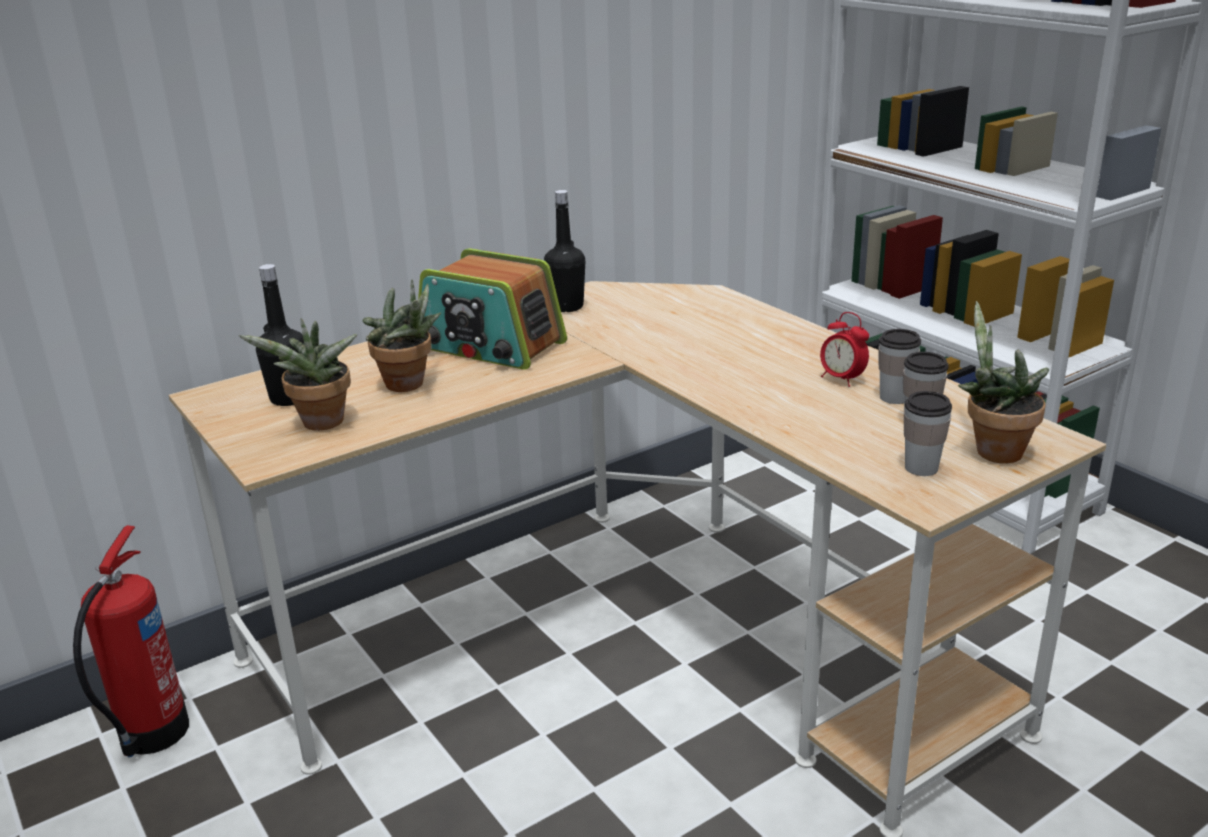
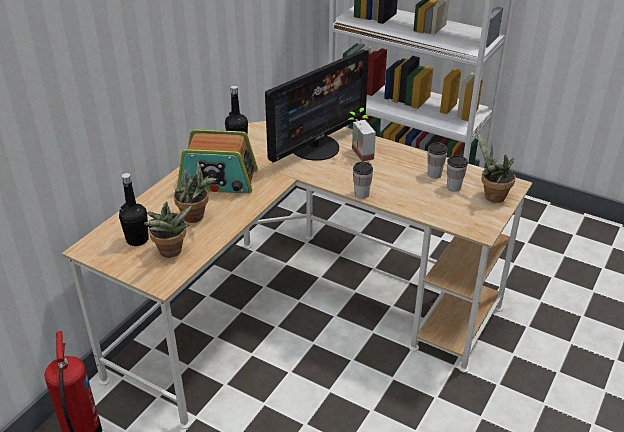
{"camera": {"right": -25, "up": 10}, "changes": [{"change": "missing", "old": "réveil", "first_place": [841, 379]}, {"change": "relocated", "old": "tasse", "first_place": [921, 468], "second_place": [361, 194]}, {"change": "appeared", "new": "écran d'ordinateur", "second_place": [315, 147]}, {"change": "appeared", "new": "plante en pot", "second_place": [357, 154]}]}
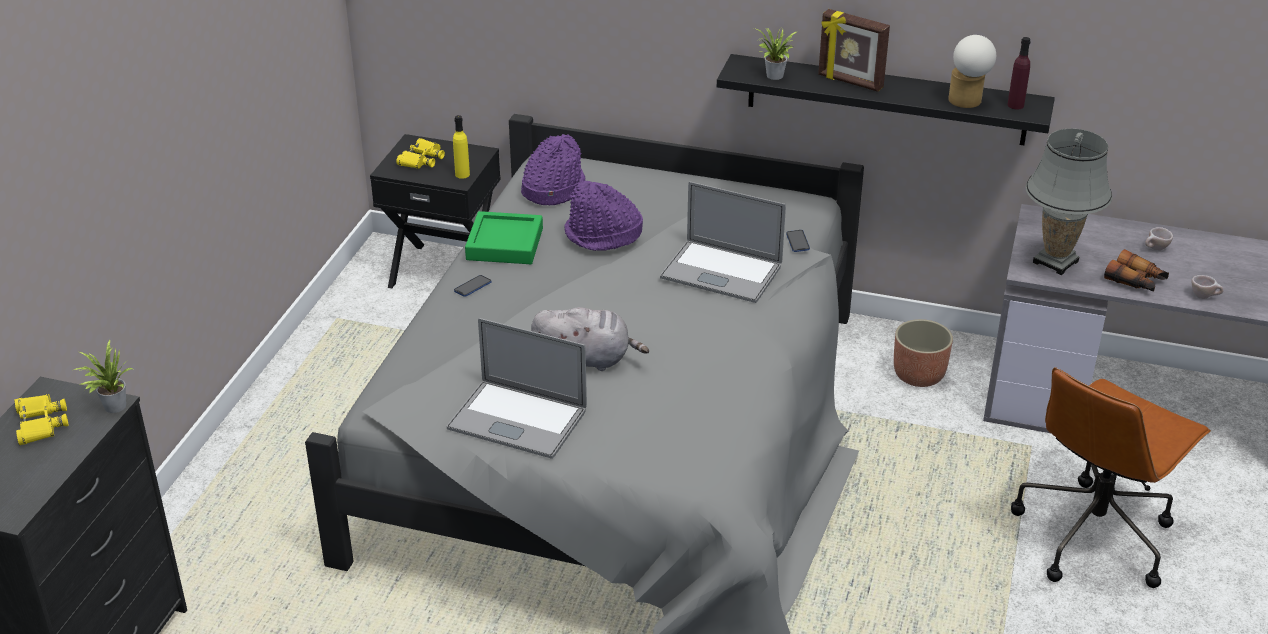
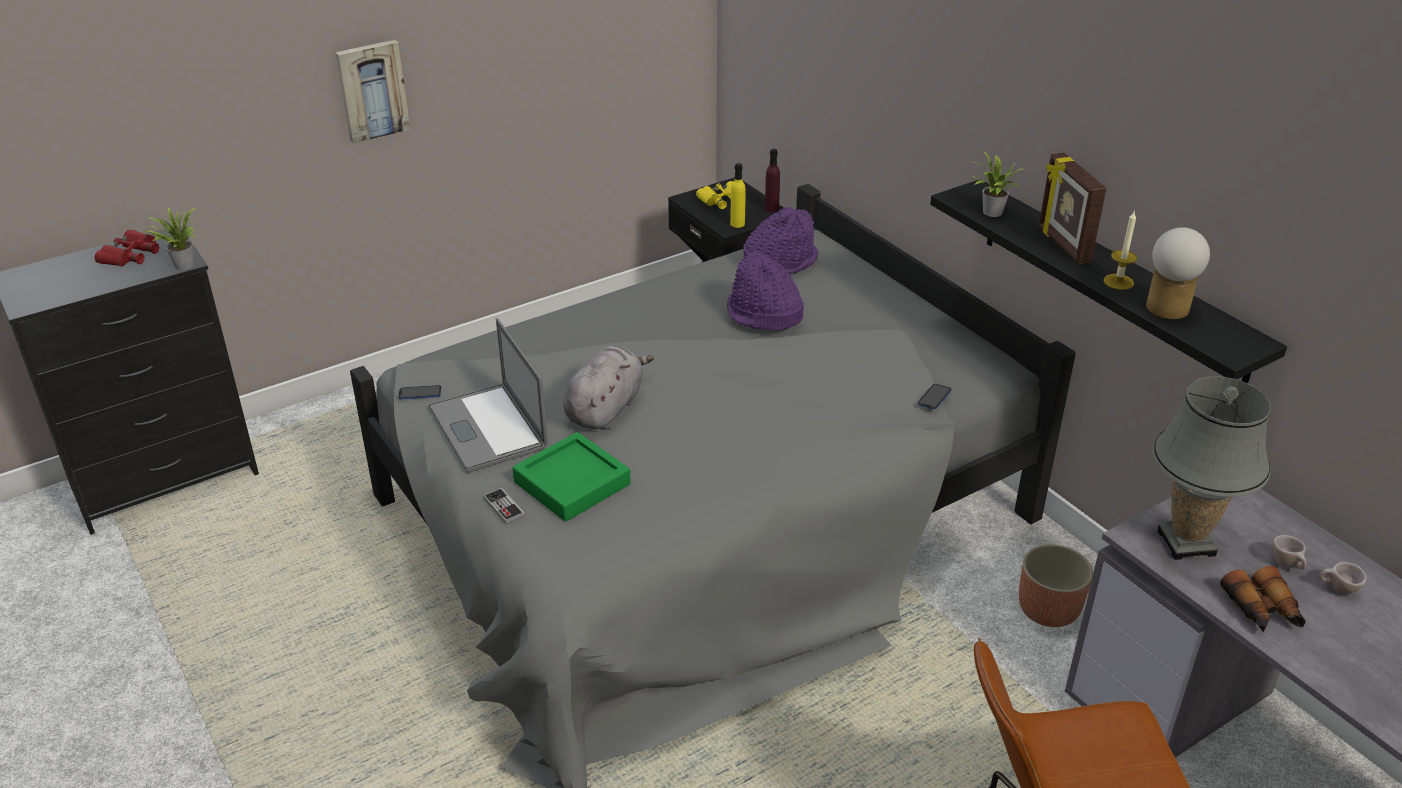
{"camera": {"right": 40, "up": 0}, "changes": [{"change": "relocated", "old": "bouteille (violet)", "first_place": [1015, 105], "second_place": [771, 208]}, {"change": "missing", "old": "ordinateur portable", "first_place": [721, 272]}, {"change": "relocated", "old": "plateau (vert)", "first_place": [505, 244], "second_place": [572, 483]}, {"change": "relocated", "old": "téléphone", "first_place": [472, 287], "second_place": [420, 393]}, {"change": "relocated", "old": "tasse (beige)", "first_place": [1204, 297], "second_place": [1287, 565]}, {"change": "spun", "old": "peluche (gris)", "first_place": [586, 360], "second_place": [606, 408], "degrees": -105}, {"change": "colour", "old": "jumelles (jaune)", "new": "jumelles (rouge)", "first_place": [40, 423], "second_place": [131, 255]}, {"change": "appeared", "new": "tableau", "second_place": [372, 90]}, {"change": "appeared", "new": "bougie", "second_place": [1118, 282]}, {"change": "appeared", "new": "manette", "second_place": [504, 507]}]}
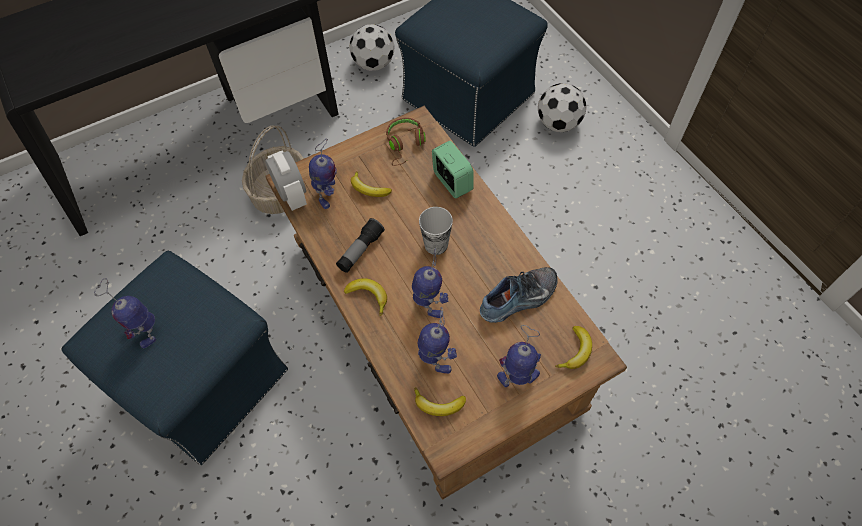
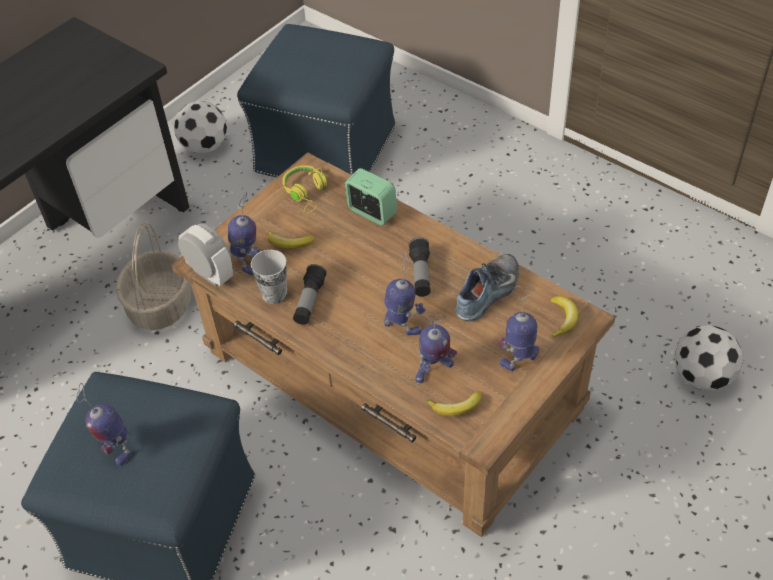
{"camera": {"right": -20, "up": -10}, "changes": [{"change": "relocated", "old": "ballon de foot", "first_place": [557, 124], "second_place": [701, 377]}, {"change": "colour", "old": "casque audio (marron)", "new": "casque audio (jaune)", "first_place": [405, 145], "second_place": [306, 193]}, {"change": "relocated", "old": "tasse", "first_place": [436, 244], "second_place": [274, 294]}, {"change": "missing", "old": "banane", "first_place": [368, 296]}, {"change": "spun", "old": "robot jouet", "first_place": [435, 359], "second_place": [433, 370], "degrees": 120}, {"change": "appeared", "new": "lampe de poche", "second_place": [420, 274]}]}
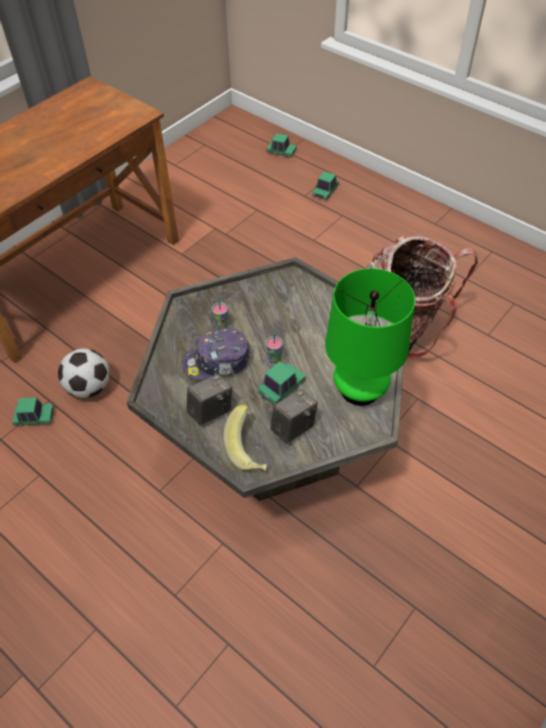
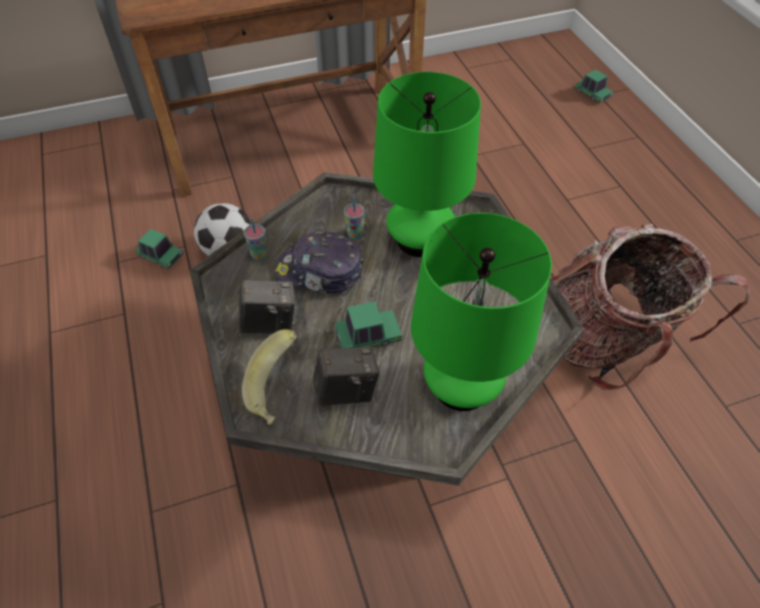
{"camera": {"right": 30, "up": 0}, "changes": [{"change": "missing", "old": "petite voiture", "first_place": [325, 191]}, {"change": "relocated", "old": "tasse", "first_place": [274, 359], "second_place": [259, 255]}, {"change": "appeared", "new": "lampe de table (vert)", "second_place": [419, 240]}]}
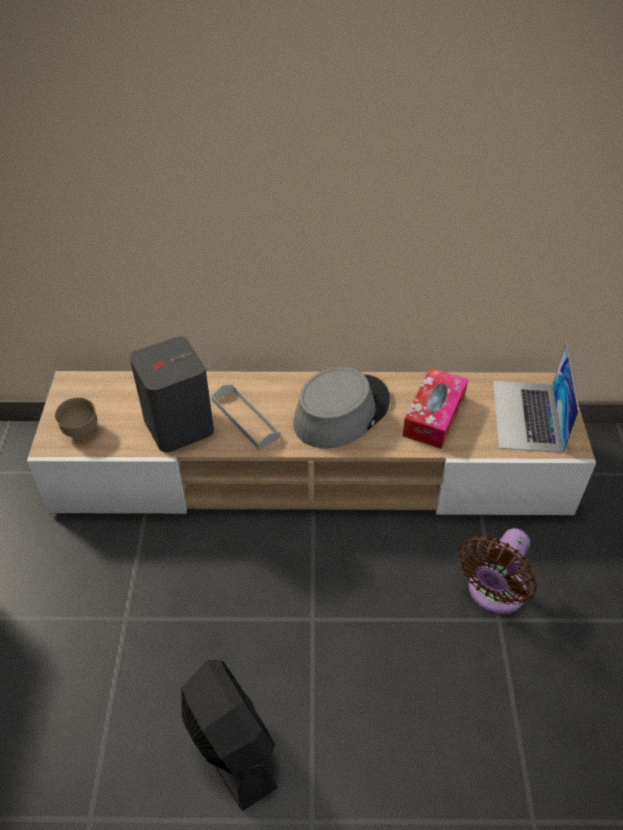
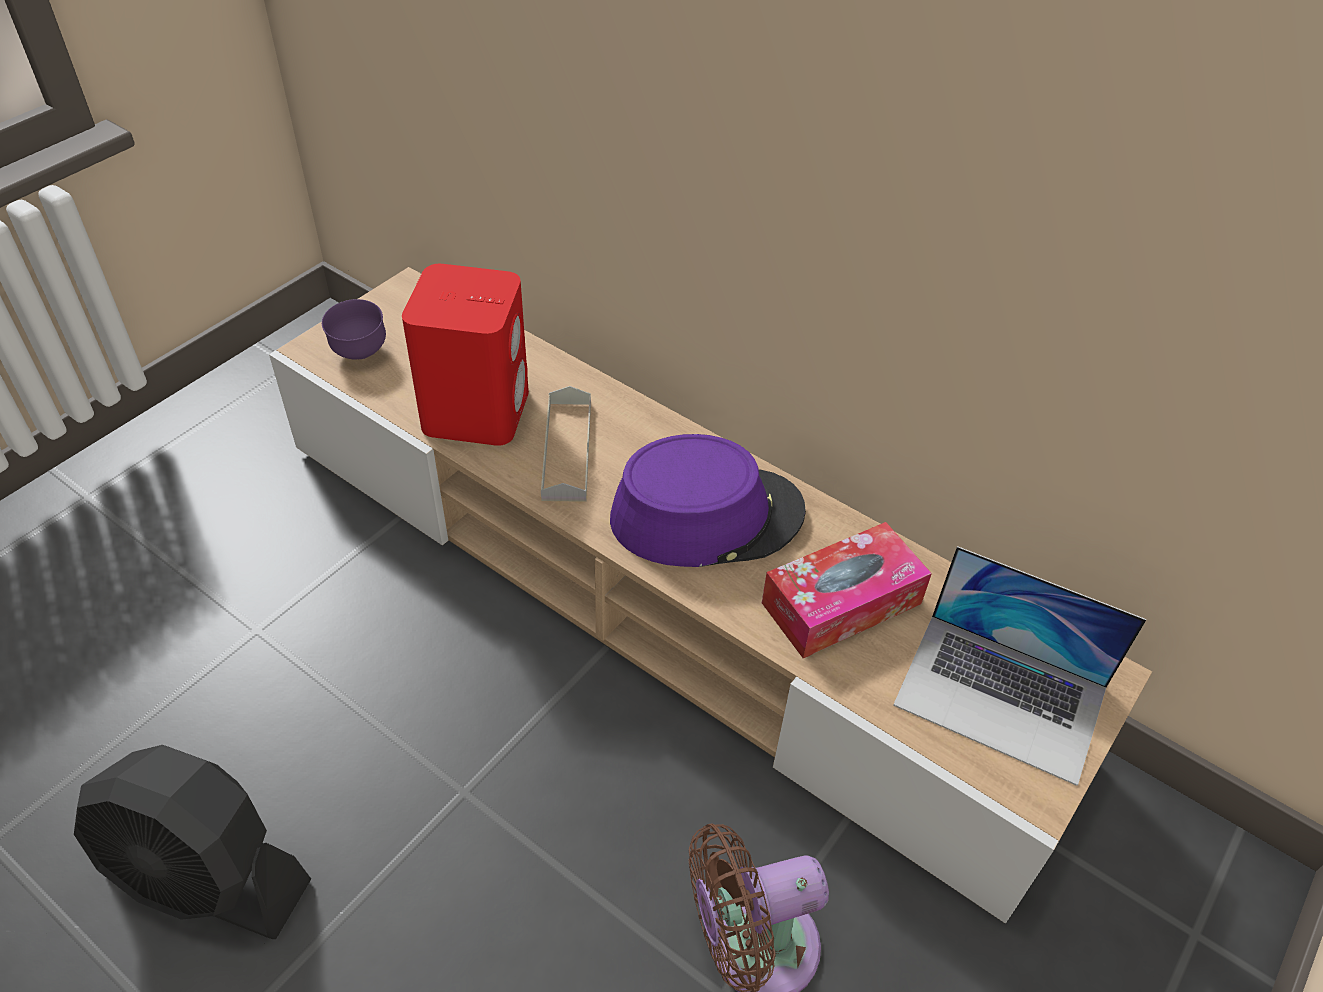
{"camera": {"right": 35, "up": 0}, "changes": [{"change": "colour", "old": "enceinte (gris)", "new": "enceinte (rouge)", "first_place": [178, 425], "second_place": [476, 410]}, {"change": "spun", "old": "ordinateur portable", "first_place": [527, 416], "second_place": [1001, 696], "degrees": -105}, {"change": "colour", "old": "chapeau (gris)", "new": "chapeau (violet)", "first_place": [341, 411], "second_place": [706, 515]}, {"change": "colour", "old": "bol (marron)", "new": "bol (violet)", "first_place": [81, 432], "second_place": [359, 354]}, {"change": "spun", "old": "ventilateur (noir)", "first_place": [229, 745], "second_place": [208, 878], "degrees": 105}]}
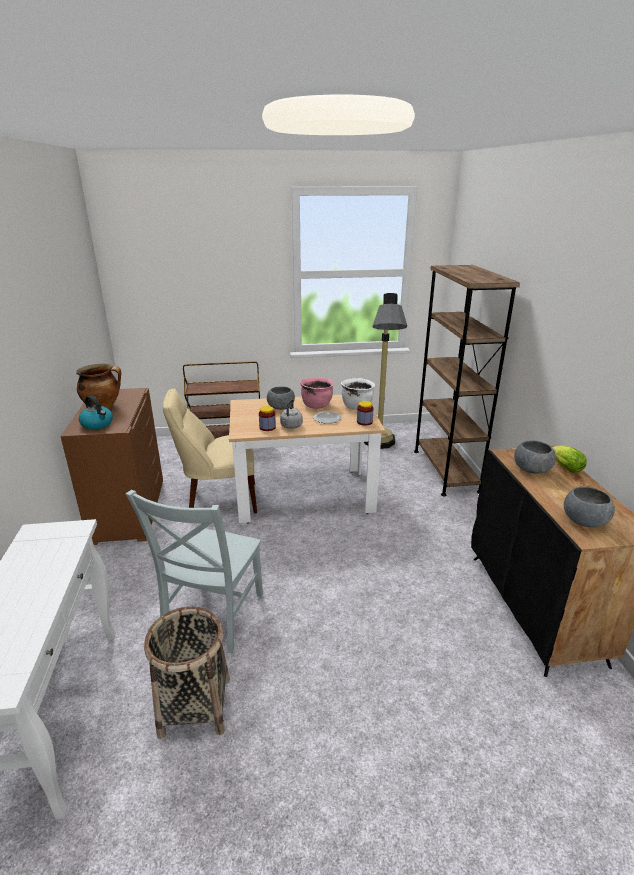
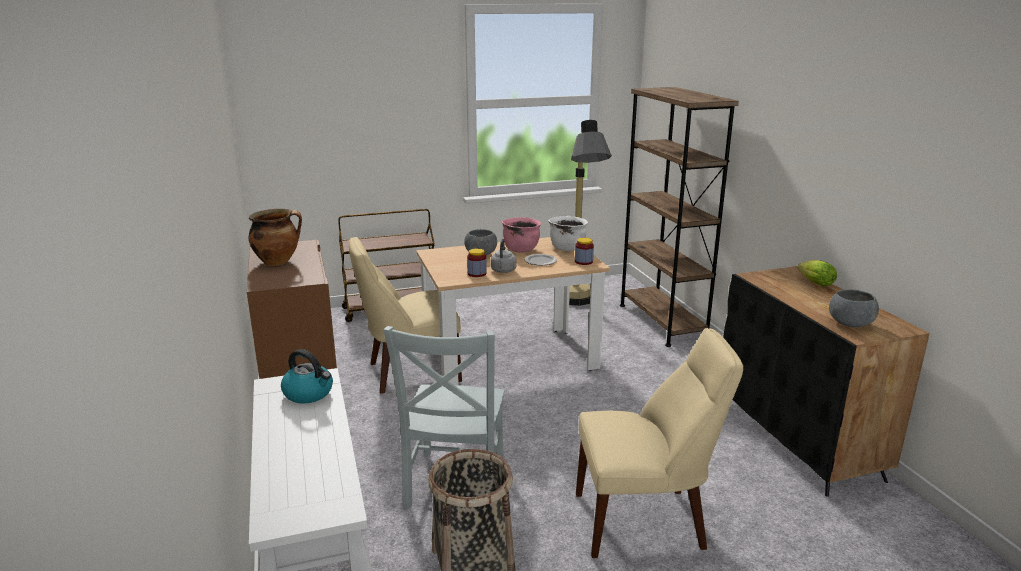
{"camera": {"right": -10, "up": -5}, "changes": [{"change": "relocated", "old": "bouilloire", "first_place": [97, 424], "second_place": [309, 393]}, {"change": "missing", "old": "bol (gris)", "first_place": [532, 469]}, {"change": "appeared", "new": "chaise (beige)", "second_place": [645, 521]}]}
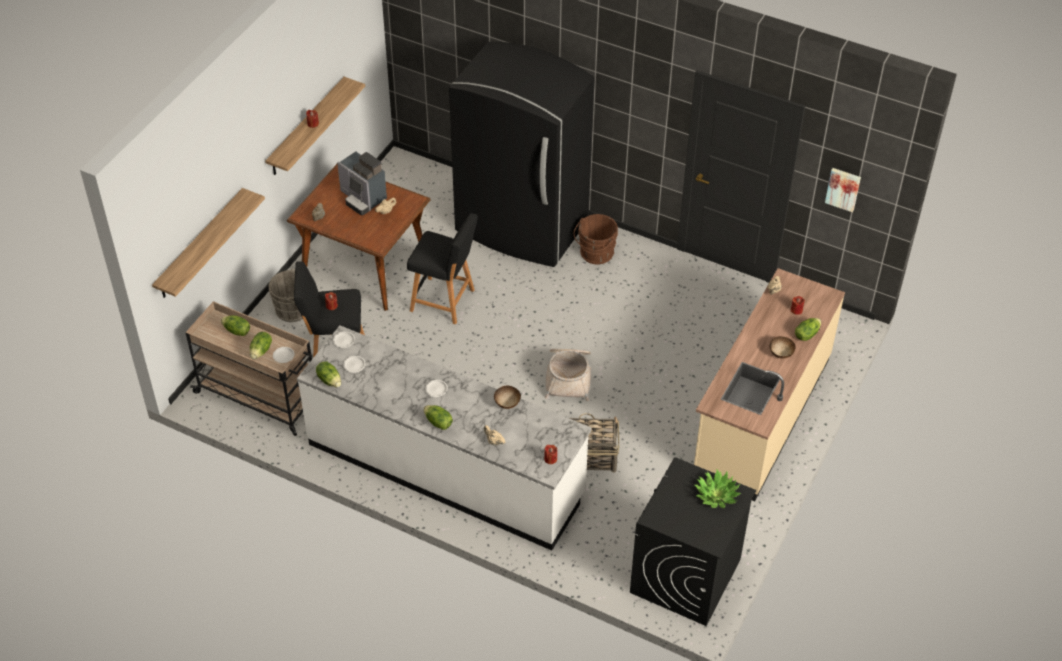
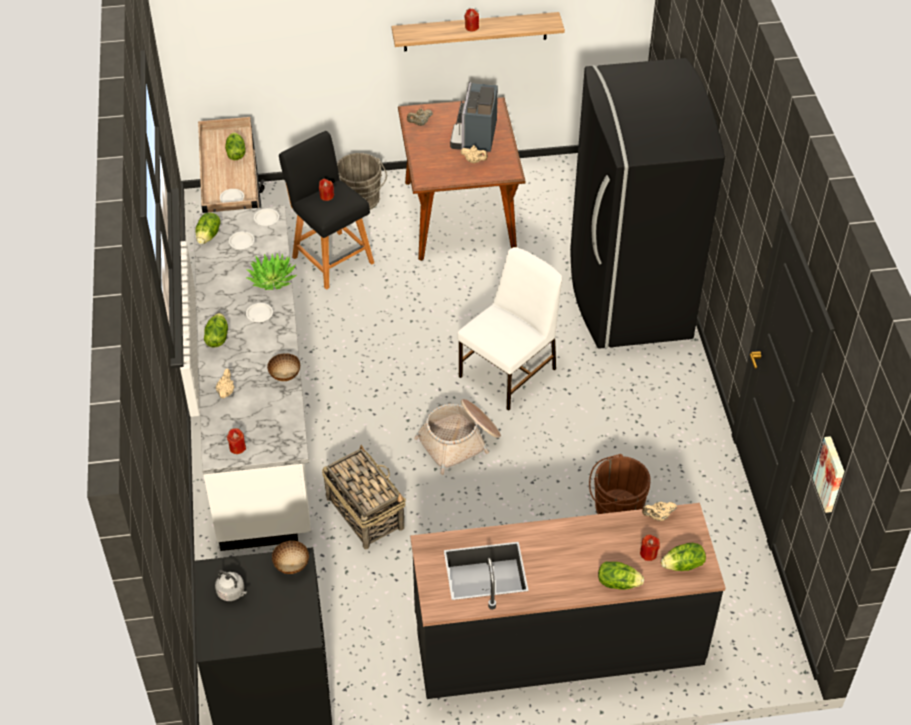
{"camera": {"right": 55, "up": 0}, "changes": [{"change": "missing", "old": "étagère", "first_place": [200, 245]}, {"change": "missing", "old": "tabouret (noir)", "first_place": [445, 301]}, {"change": "relocated", "old": "seau (marron)", "first_place": [595, 254], "second_place": [615, 508]}, {"change": "colour", "old": "comptoir de cuisine (beige)", "new": "comptoir de cuisine (noir)", "first_place": [761, 415], "second_place": [558, 640]}, {"change": "relocated", "old": "laitue", "first_place": [261, 351], "second_place": [683, 565]}, {"change": "relocated", "old": "bol", "first_place": [781, 354], "second_place": [291, 565]}, {"change": "relocated", "old": "plante en pot", "first_place": [716, 495], "second_place": [272, 279]}, {"change": "appeared", "new": "chaise (blanc)", "second_place": [509, 372]}, {"change": "appeared", "new": "bouilloire (gris)", "second_place": [232, 592]}]}
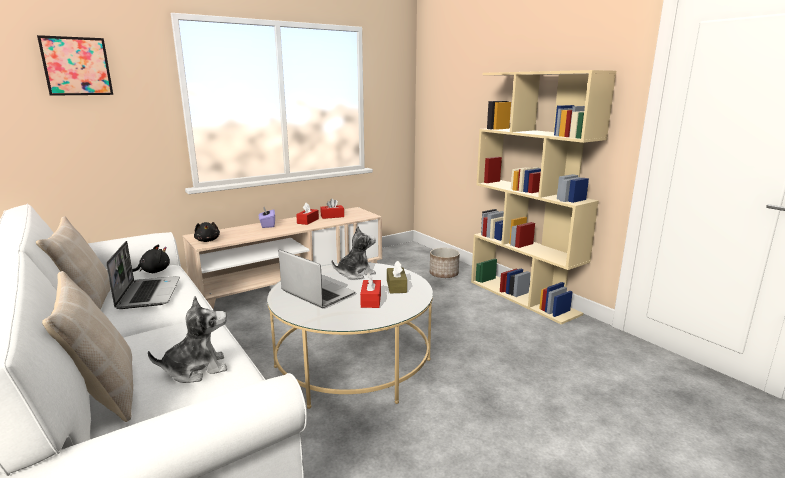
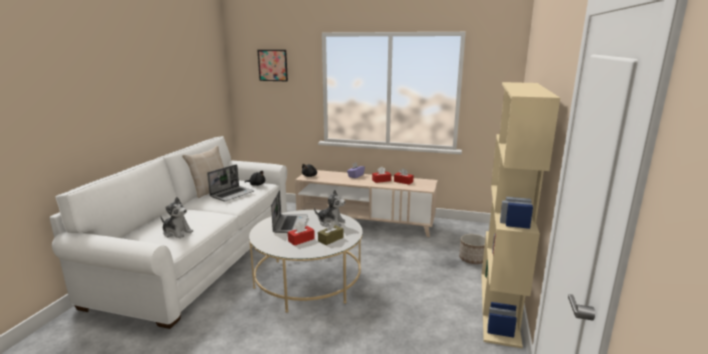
{"camera": {"right": 50, "up": 0}, "changes": [{"change": "missing", "old": "coussin (beige)", "first_place": [105, 392]}]}
